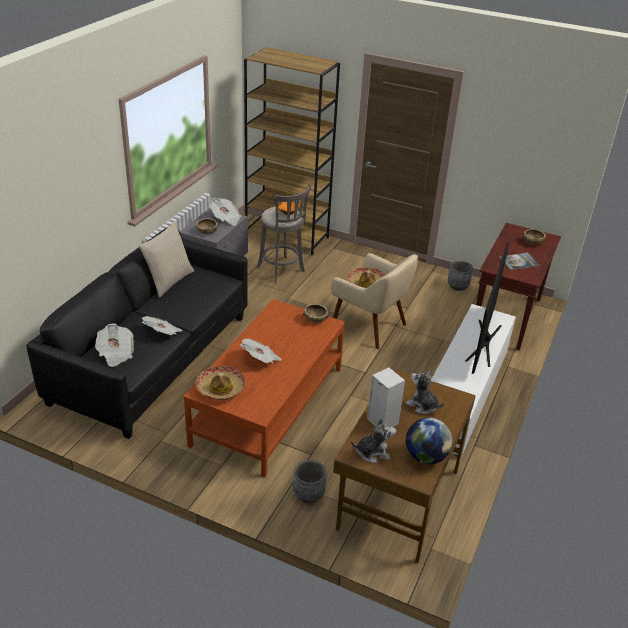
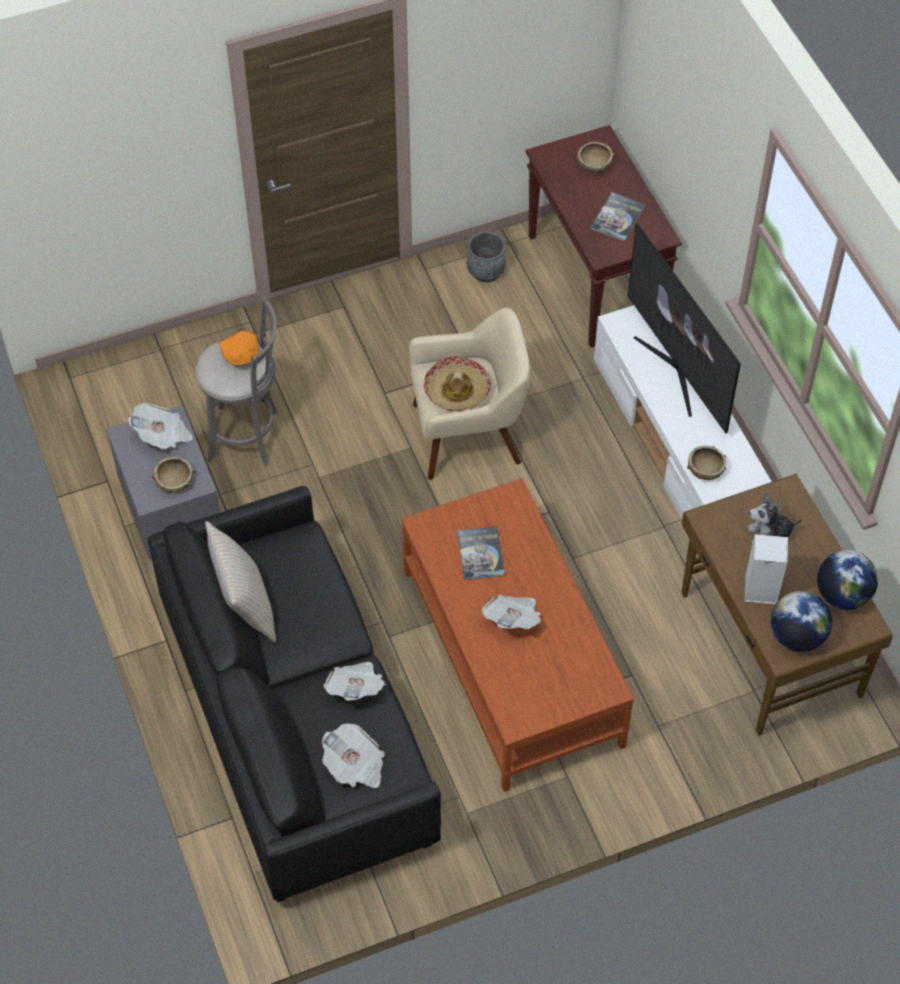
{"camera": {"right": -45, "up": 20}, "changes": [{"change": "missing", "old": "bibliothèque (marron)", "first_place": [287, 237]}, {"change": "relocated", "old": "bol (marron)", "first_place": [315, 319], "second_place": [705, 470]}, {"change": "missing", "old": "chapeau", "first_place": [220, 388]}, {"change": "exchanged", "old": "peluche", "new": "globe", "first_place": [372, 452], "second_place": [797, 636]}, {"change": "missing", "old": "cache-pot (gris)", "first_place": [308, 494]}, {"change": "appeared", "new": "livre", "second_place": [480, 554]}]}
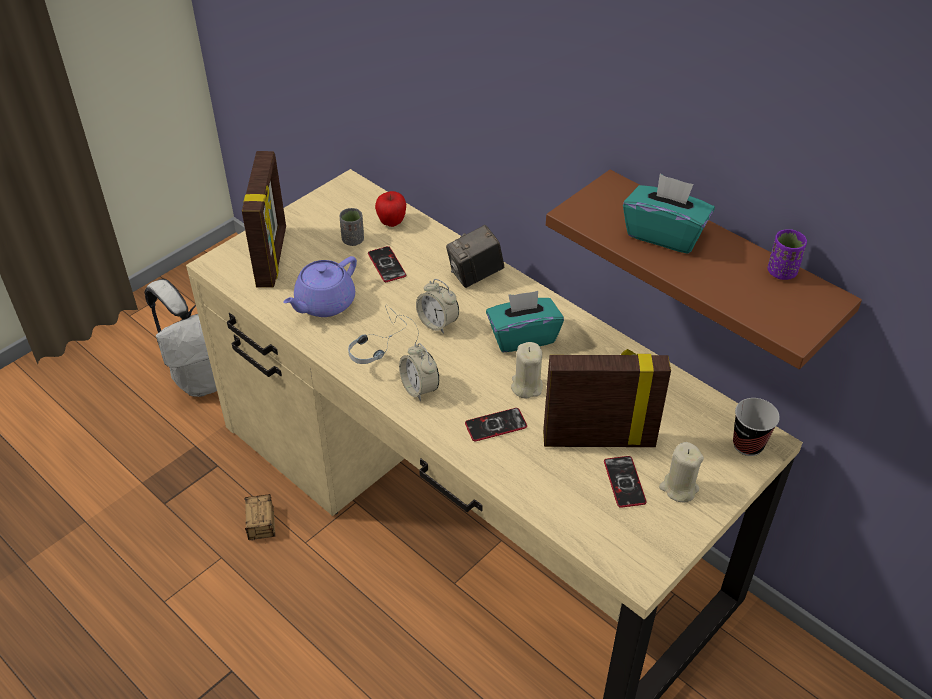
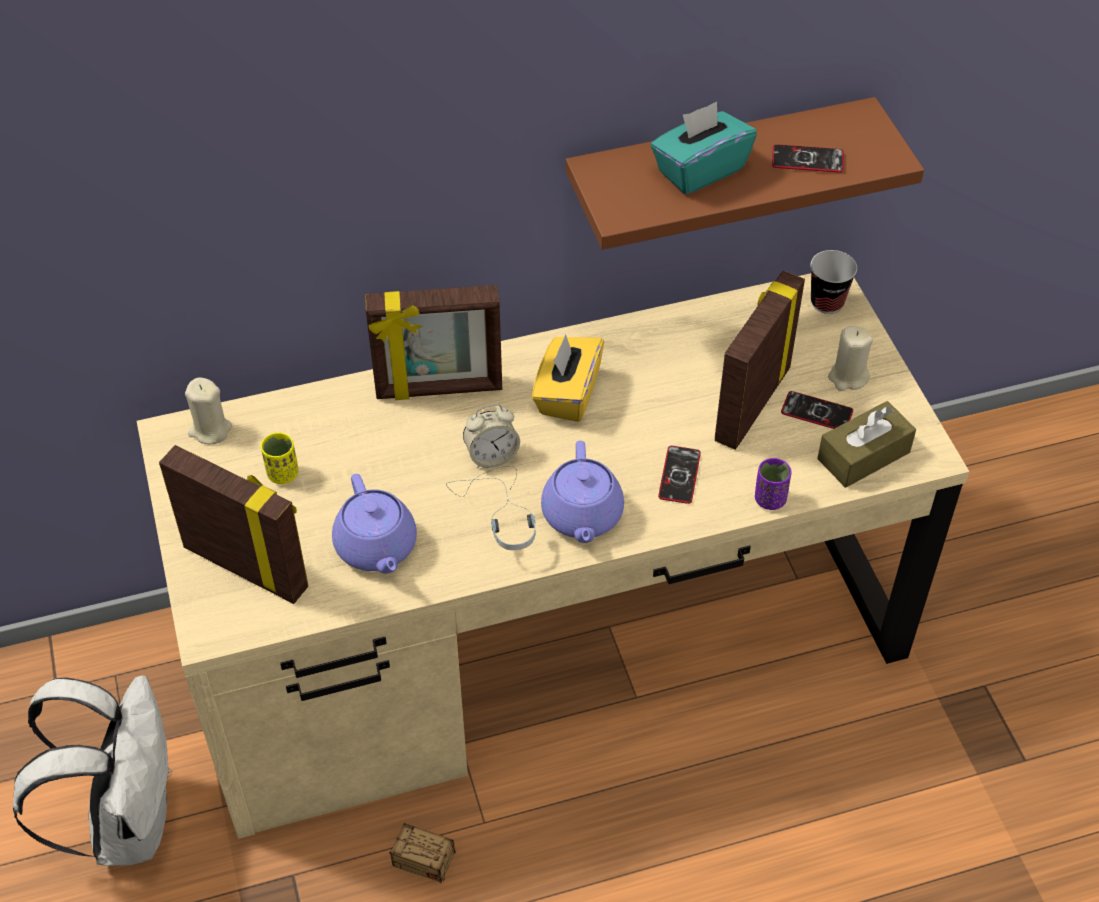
{"camera": {"right": -60, "up": 5}, "changes": [{"change": "missing", "old": "pomme", "first_place": [391, 222]}, {"change": "colour", "old": "tasse (gris)", "new": "tasse (jaune)", "first_place": [353, 240], "second_place": [283, 474]}, {"change": "exchanged", "old": "appareil photo", "new": "cadre photo", "first_place": [475, 275], "second_place": [439, 389]}, {"change": "relocated", "old": "tasse (violet)", "first_place": [781, 272], "second_place": [770, 499]}, {"change": "relocated", "old": "téléphone", "first_place": [387, 265], "second_place": [807, 160]}, {"change": "colour", "old": "boîte à mouchoirs (turquoise)", "new": "boîte à mouchoirs (jaune)", "first_place": [523, 336], "second_place": [567, 394]}, {"change": "relocated", "old": "bougie (beige)", "first_place": [526, 386], "second_place": [210, 430]}, {"change": "exchanged", "old": "réveil", "new": "théière (violet)", "first_place": [419, 388], "second_place": [582, 516]}, {"change": "appeared", "new": "boîte à mouchoirs (marron)", "second_place": [863, 455]}]}
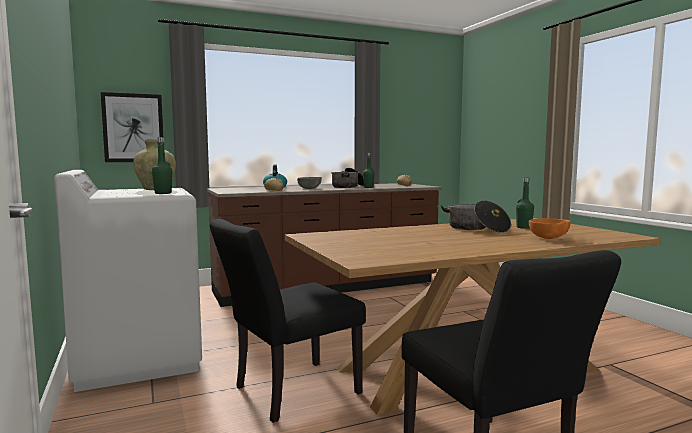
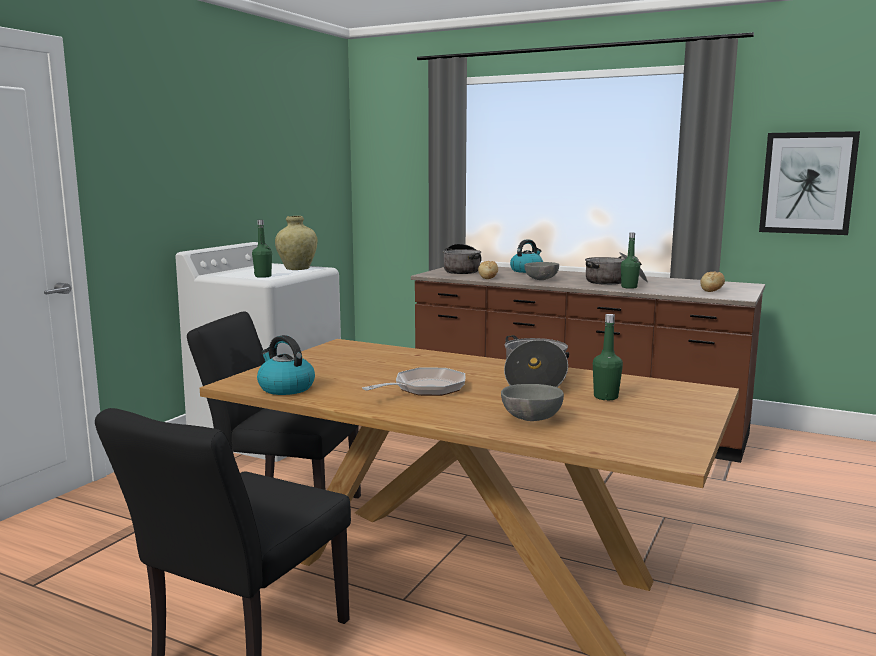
{"camera": {"right": 50, "up": 5}, "changes": [{"change": "relocated", "old": "tableau", "first_place": [133, 128], "second_place": [807, 183]}, {"change": "colour", "old": "bol (orange)", "new": "bol (gris)", "first_place": [548, 238], "second_place": [530, 419]}, {"change": "appeared", "new": "marmite", "second_place": [462, 270]}, {"change": "appeared", "new": "bouilloire", "second_place": [285, 388]}, {"change": "appeared", "new": "poêle", "second_place": [425, 389]}]}
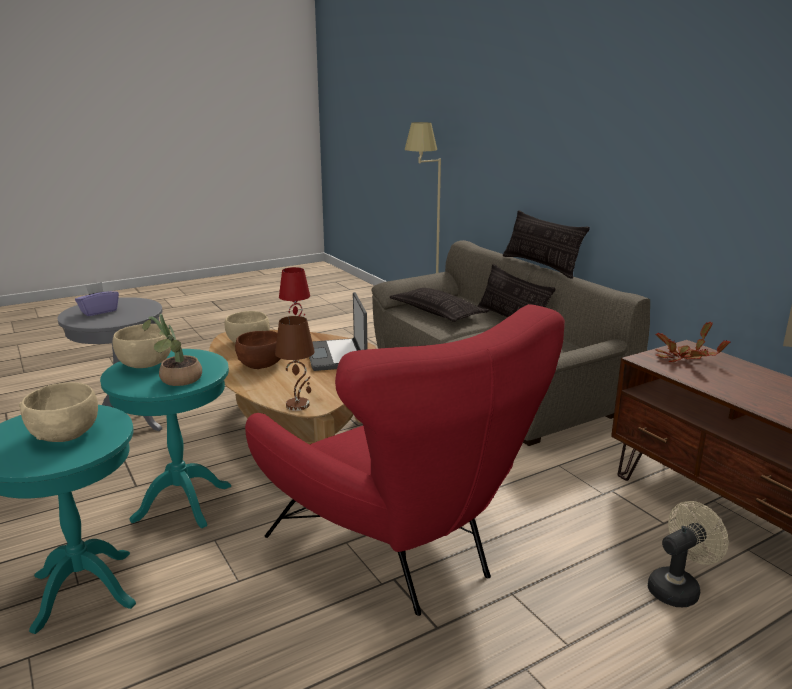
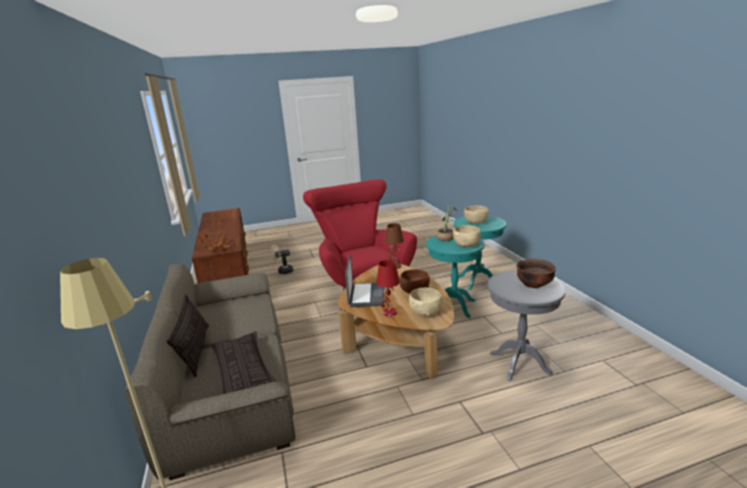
{"camera": {"right": -165, "up": 0}, "changes": [{"change": "missing", "old": "coussin", "first_place": [540, 266]}, {"change": "exchanged", "old": "boîte à mouchoirs (violet)", "new": "bol (marron)", "first_place": [99, 311], "second_place": [534, 285]}]}
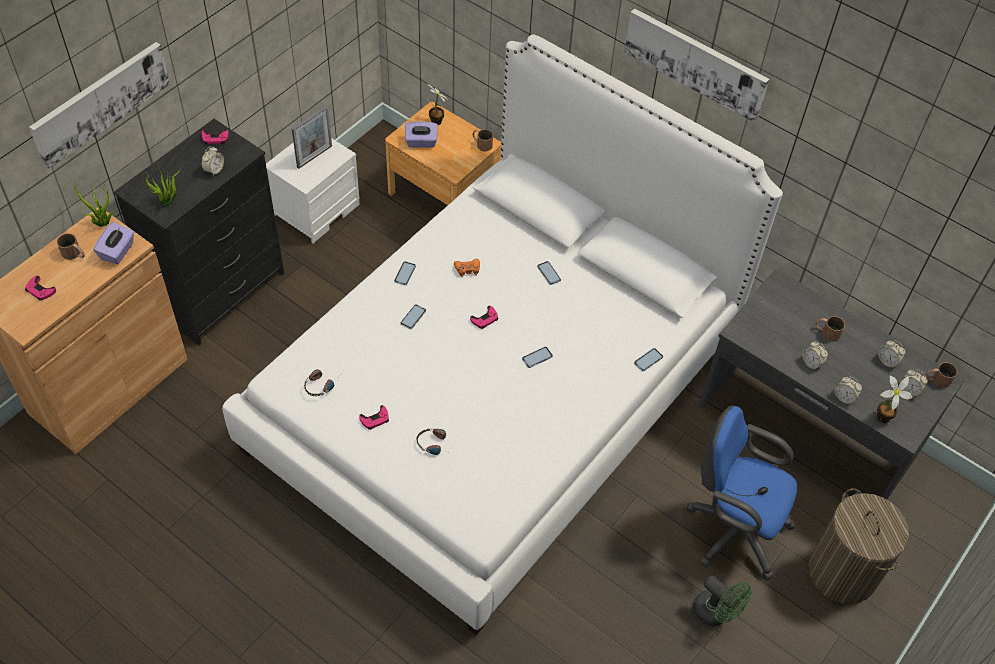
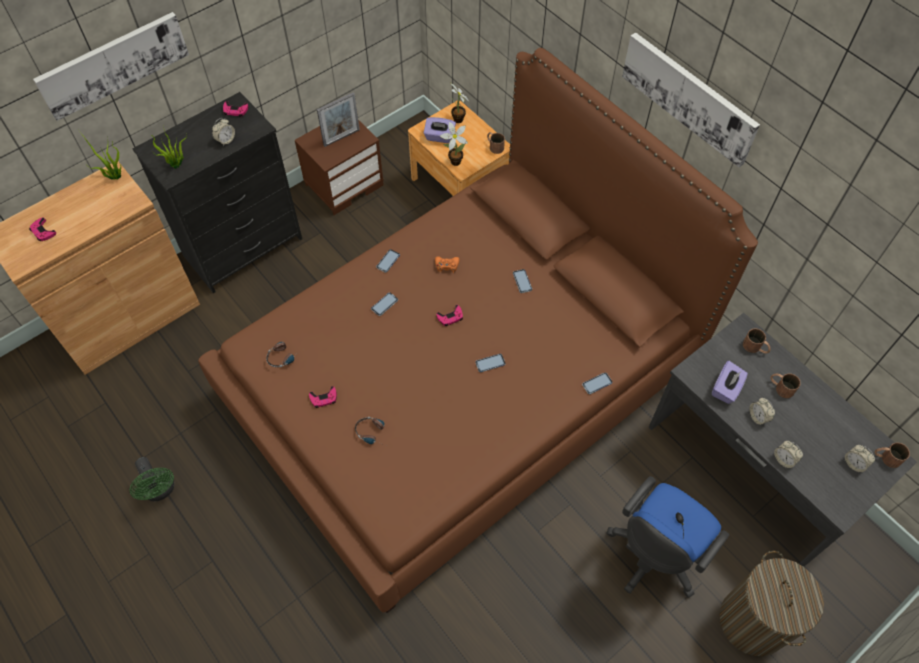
{"camera": {"right": 15, "up": 5}, "changes": [{"change": "colour", "old": "lit (blanc)", "new": "lit (marron)", "first_place": [493, 393], "second_place": [459, 381]}, {"change": "colour", "old": "table de chevet (blanc)", "new": "table de chevet (marron)", "first_place": [316, 209], "second_place": [344, 184]}, {"change": "relocated", "old": "boîte à mouchoirs (violet)", "first_place": [118, 251], "second_place": [726, 389]}, {"change": "relocated", "old": "mug (marron)", "first_place": [74, 254], "second_place": [755, 347]}, {"change": "missing", "old": "réveil", "first_place": [887, 361]}, {"change": "relocated", "old": "plante en pot", "first_place": [880, 417], "second_place": [453, 161]}, {"change": "spun", "old": "chaise de bureau (bleu)", "first_place": [732, 529], "second_place": [653, 555], "degrees": -90}, {"change": "relocated", "old": "ventilateur (vert)", "first_place": [716, 613], "second_place": [160, 491]}]}
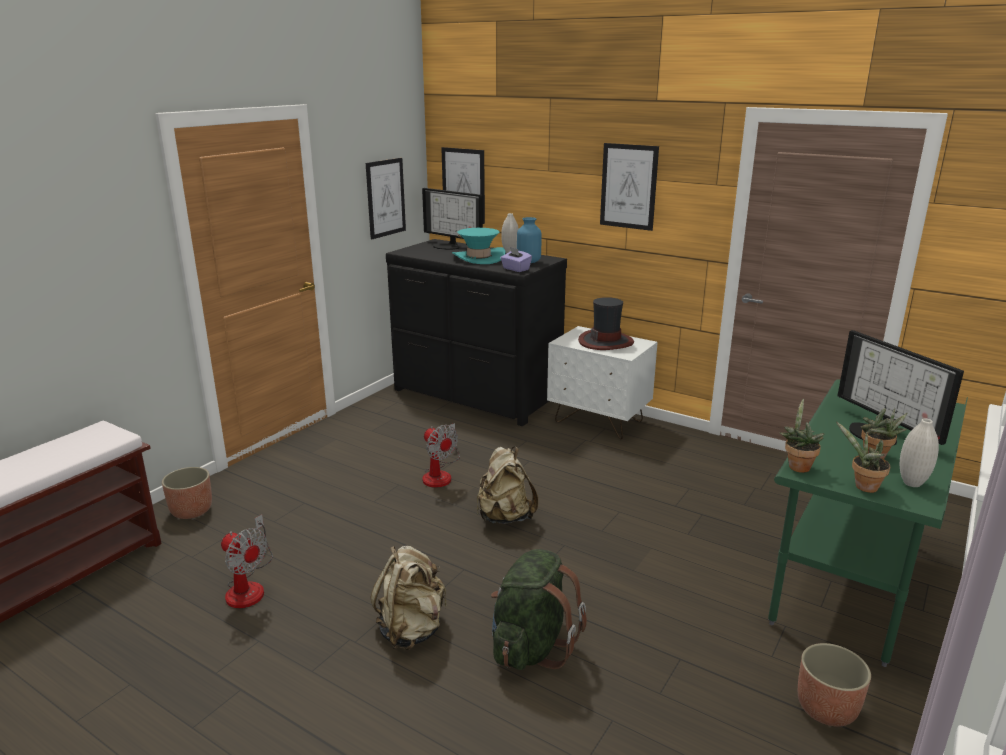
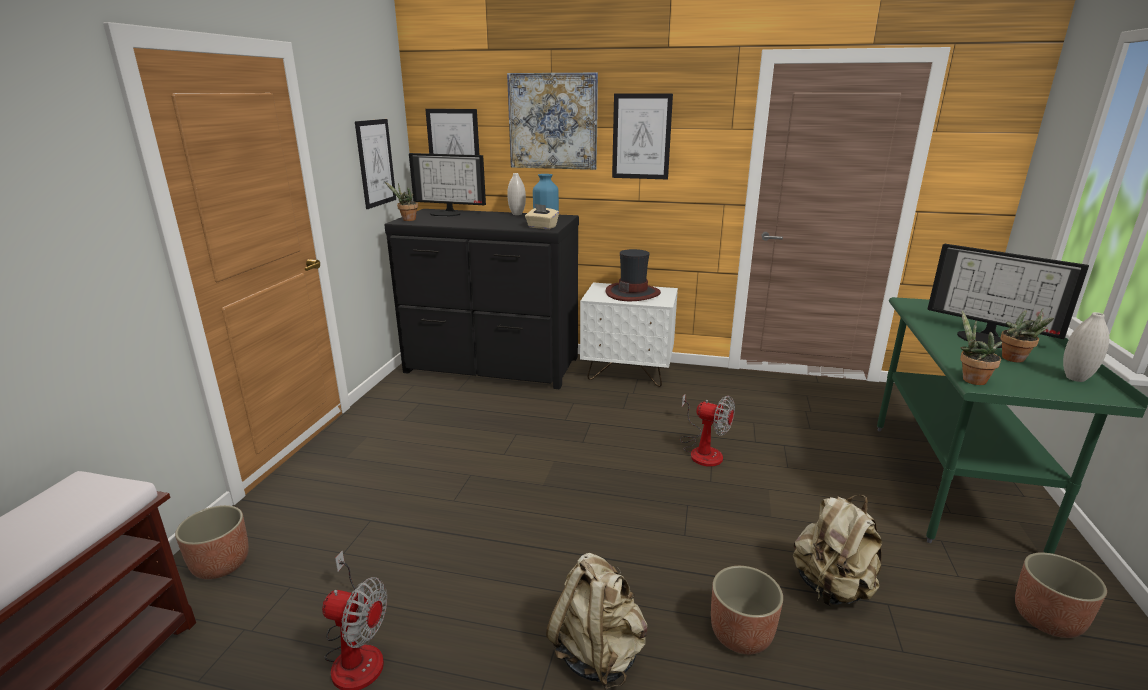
{"camera": {"right": -20, "up": 0}, "changes": [{"change": "missing", "old": "chapeau (turquoise)", "first_place": [478, 258]}, {"change": "colour", "old": "boîte à mouchoirs (violet)", "new": "boîte à mouchoirs (beige)", "first_place": [515, 269], "second_place": [542, 227]}, {"change": "relocated", "old": "plante en pot", "first_place": [862, 487], "second_place": [407, 220]}, {"change": "relocated", "old": "ventilateur", "first_place": [440, 474], "second_place": [702, 450]}, {"change": "relocated", "old": "sac à dos (beige)", "first_place": [504, 517], "second_place": [832, 588]}, {"change": "exchanged", "old": "sac à dos (vert)", "new": "cache-pot", "first_place": [531, 646], "second_place": [741, 634]}, {"change": "appeared", "new": "tableau", "second_place": [553, 121]}]}
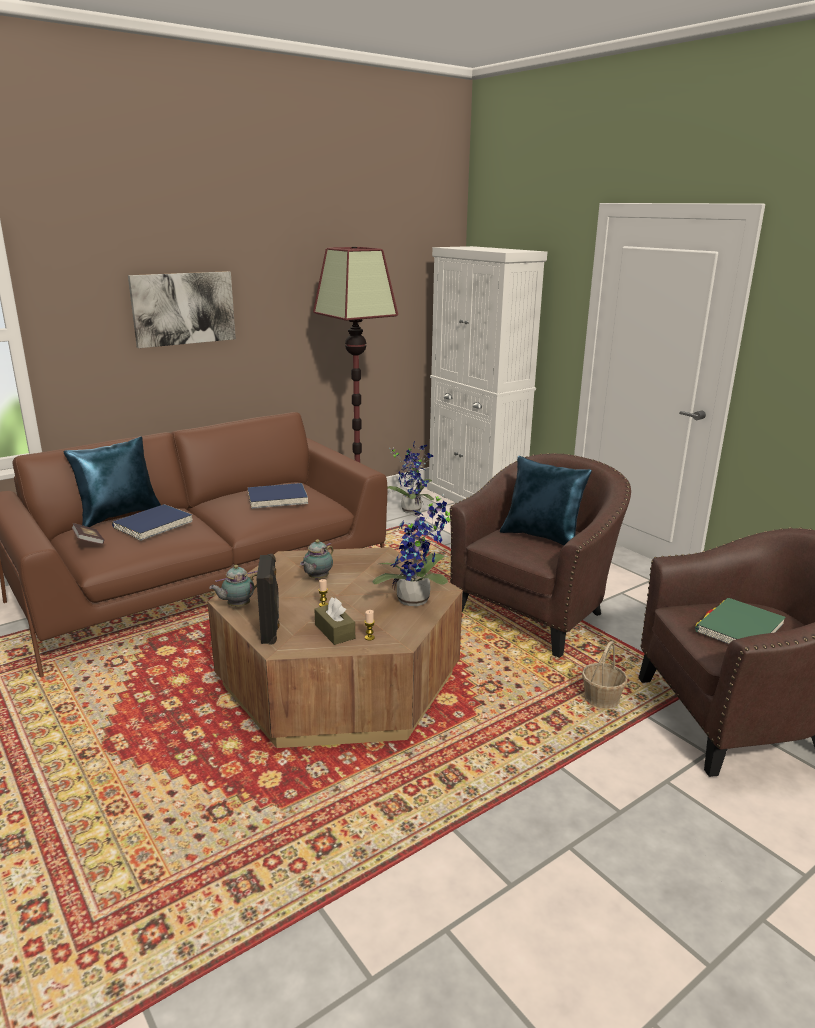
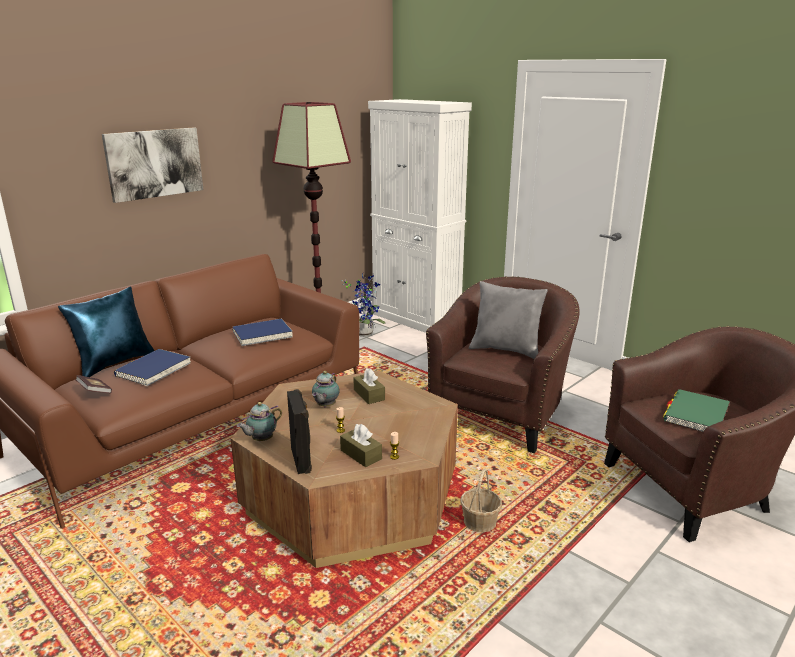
{"camera": {"right": -10, "up": 0}, "changes": [{"change": "colour", "old": "coussin (bleu)", "new": "coussin (gris)", "first_place": [542, 537], "second_place": [506, 350]}, {"change": "missing", "old": "plante en pot", "first_place": [417, 601]}, {"change": "relocated", "old": "panier", "first_place": [601, 699], "second_place": [480, 522]}, {"change": "appeared", "new": "boîte à mouchoirs (marron)", "second_place": [369, 395]}]}
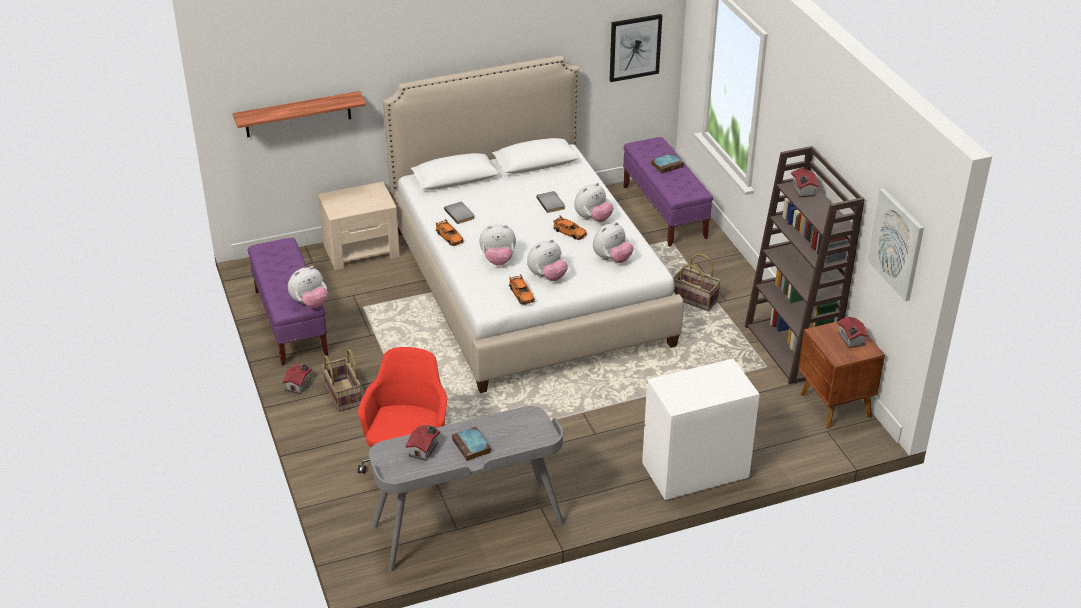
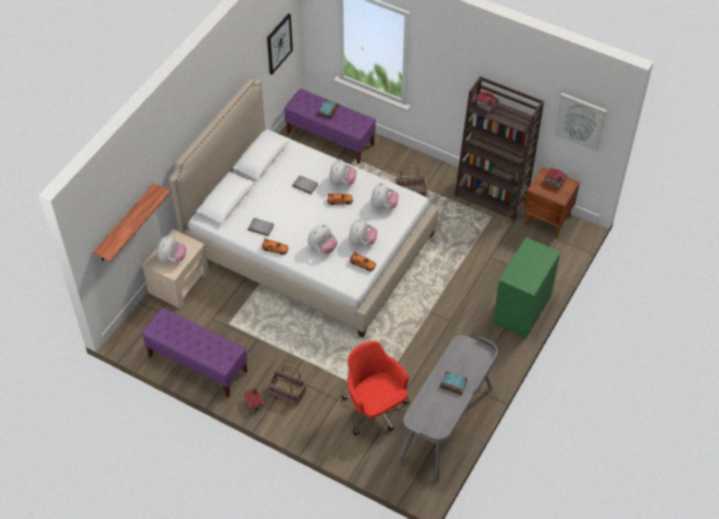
{"camera": {"right": -40, "up": 15}, "changes": [{"change": "relocated", "old": "peluche", "first_place": [310, 303], "second_place": [172, 258]}, {"change": "colour", "old": "commode (blanc)", "new": "commode (vert)", "first_place": [694, 472], "second_place": [521, 310]}, {"change": "missing", "old": "maison miniature", "first_place": [424, 449]}]}
